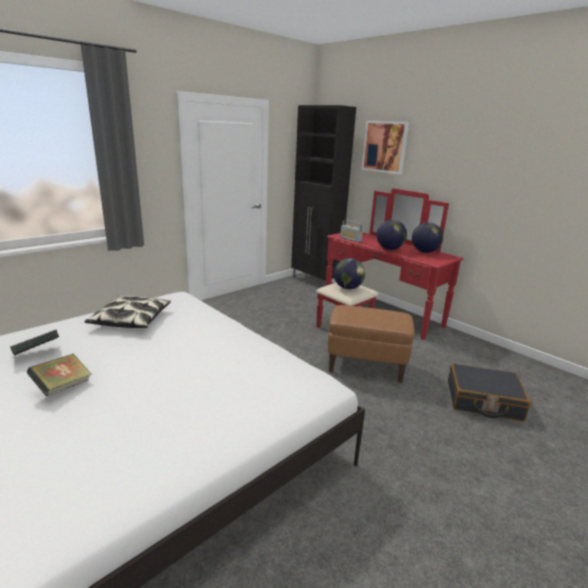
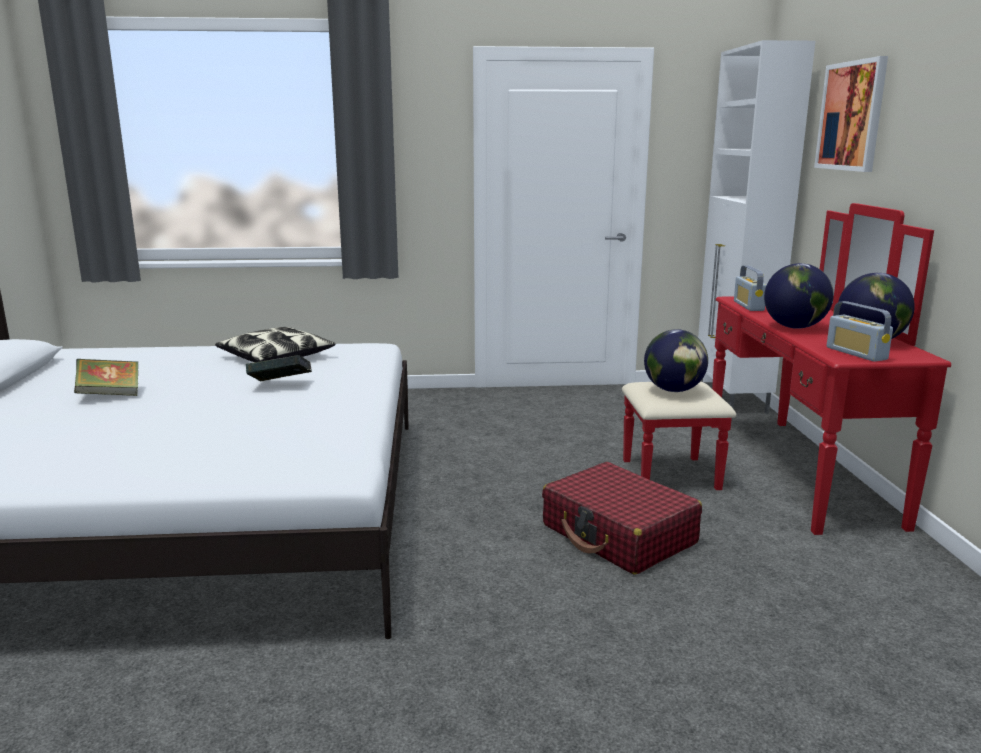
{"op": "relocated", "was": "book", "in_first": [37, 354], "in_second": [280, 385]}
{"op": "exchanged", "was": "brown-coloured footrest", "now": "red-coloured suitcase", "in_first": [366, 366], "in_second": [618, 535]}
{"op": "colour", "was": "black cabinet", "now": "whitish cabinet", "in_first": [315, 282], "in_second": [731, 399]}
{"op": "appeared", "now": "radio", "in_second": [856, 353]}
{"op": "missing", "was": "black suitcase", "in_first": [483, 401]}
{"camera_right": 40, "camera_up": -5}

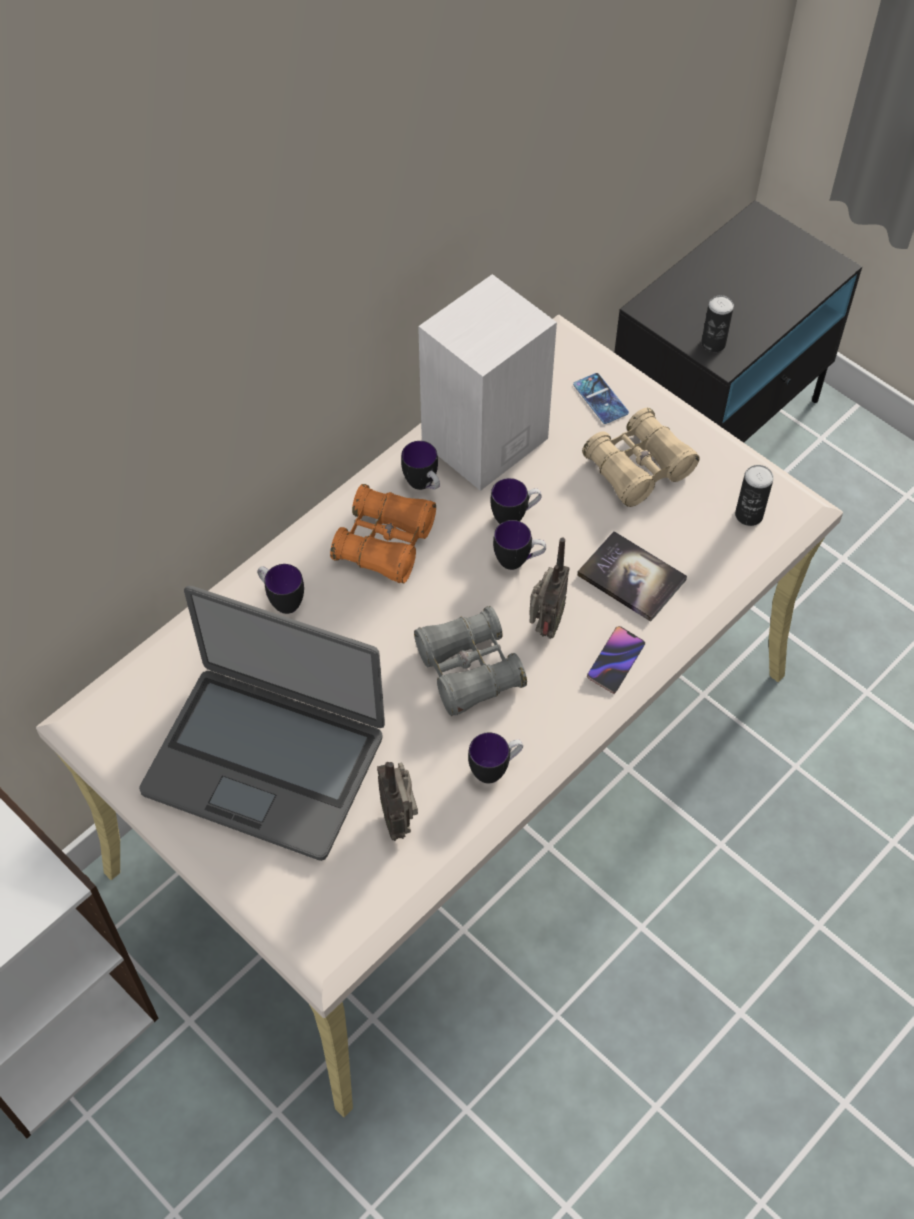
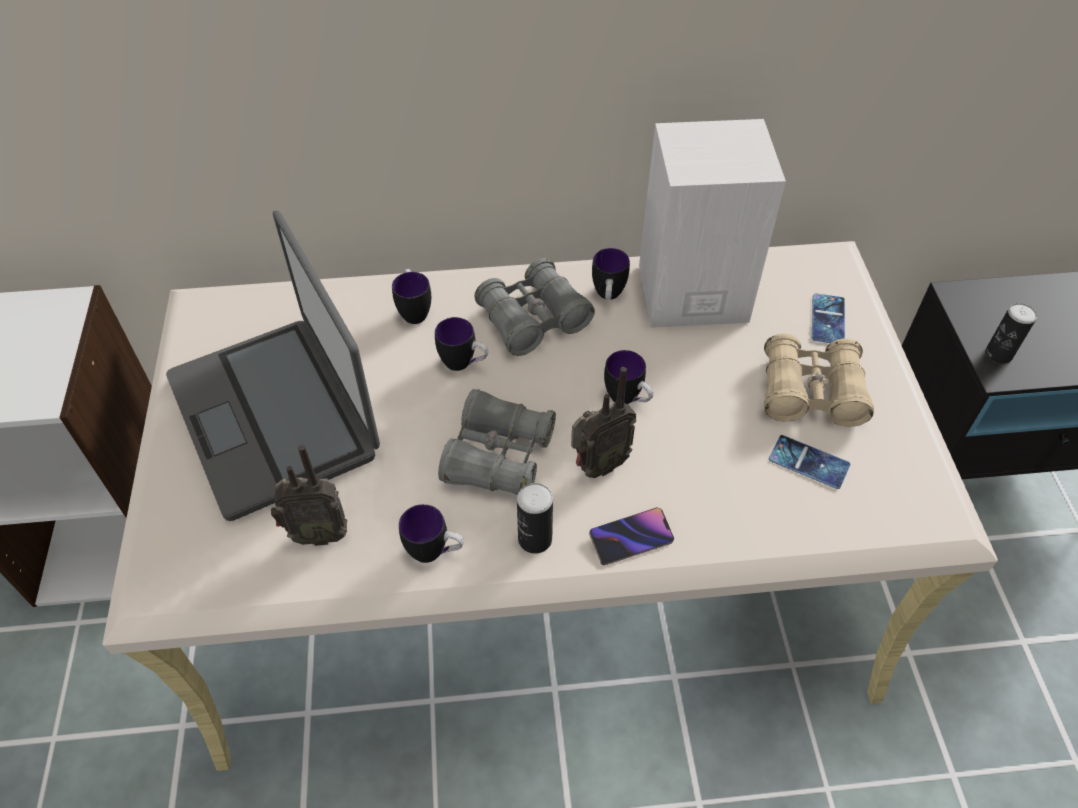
{"op": "spun", "was": "radio", "in_first": [399, 819], "in_second": [318, 533], "clockwise": -120}
{"op": "relocated", "was": "coffee mug", "in_first": [515, 517], "in_second": [464, 364]}
{"op": "colour", "was": "orangey binoculars", "now": "gray binoculars", "in_first": [385, 543], "in_second": [533, 319]}
{"op": "relocated", "was": "can", "in_first": [749, 515], "in_second": [535, 539]}
{"op": "appeared", "now": "phone", "in_second": [809, 462]}
{"op": "missing", "was": "book", "in_first": [631, 577]}
{"camera_right": 40, "camera_up": -5}

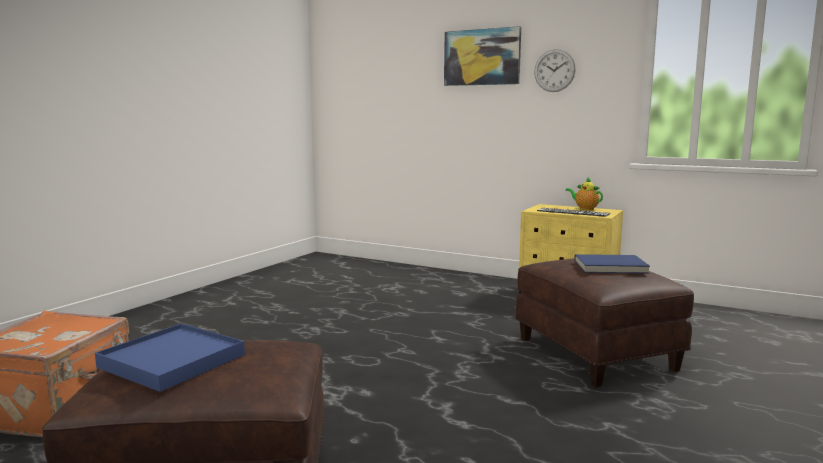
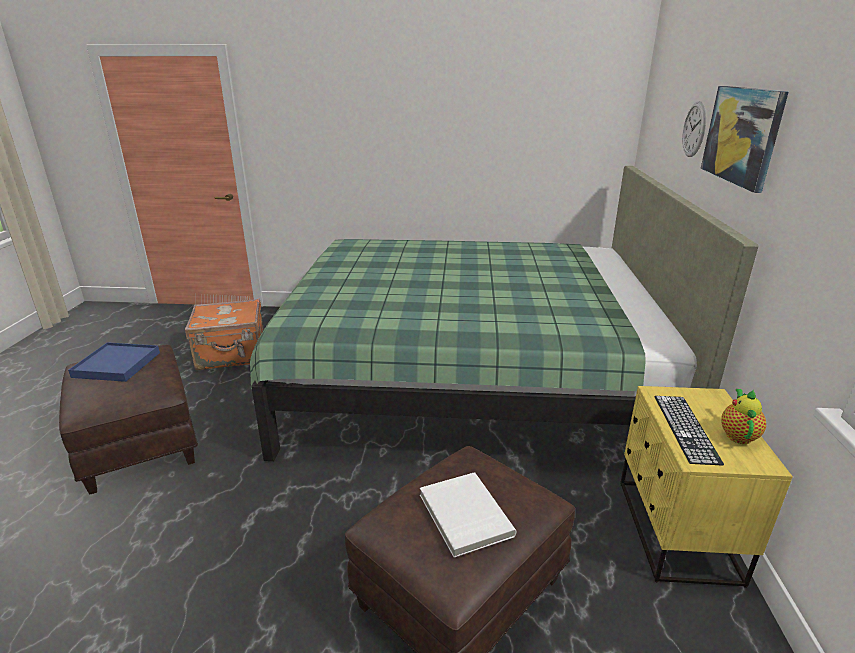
{"op": "appeared", "now": "green bed", "in_second": [470, 375]}
{"op": "colour", "was": "blue-coloured book", "now": "whitish book", "in_first": [610, 267], "in_second": [463, 515]}
{"op": "relocated", "was": "wall clock", "in_first": [554, 70], "in_second": [694, 129]}
{"camera_right": 65, "camera_up": 15}

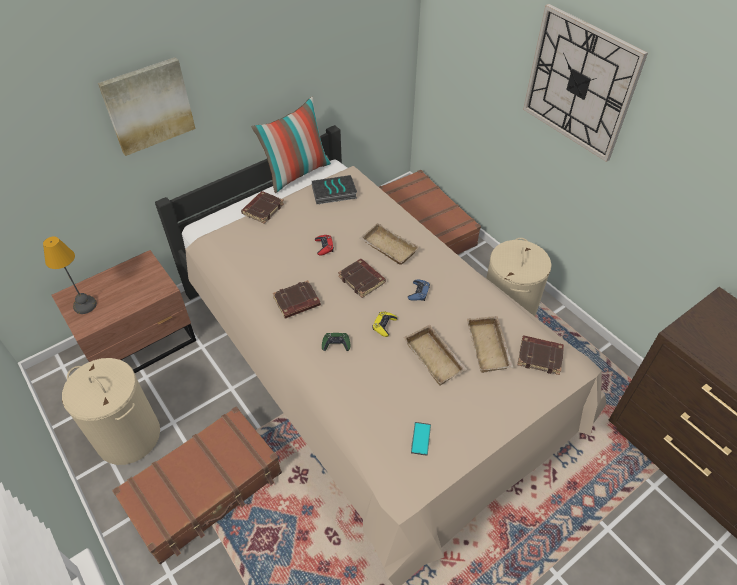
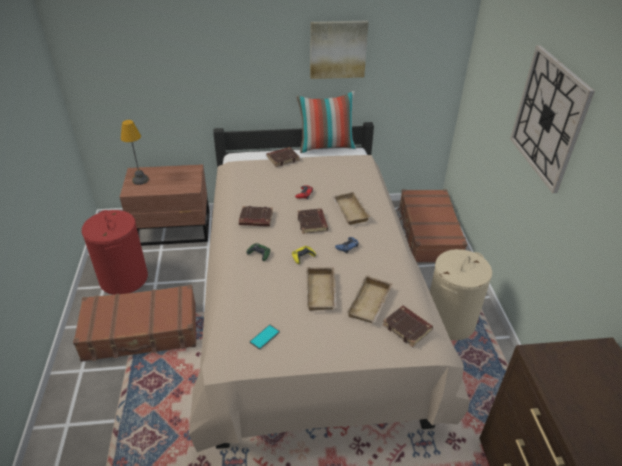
{"op": "colour", "was": "beige-coloured laundry basket", "now": "red-coloured laundry basket", "in_first": [128, 436], "in_second": [123, 278]}
{"op": "relocated", "was": "wall art", "in_first": [148, 105], "in_second": [338, 49]}
{"op": "missing", "was": "book", "in_first": [333, 193]}
{"camera_right": 30, "camera_up": -10}

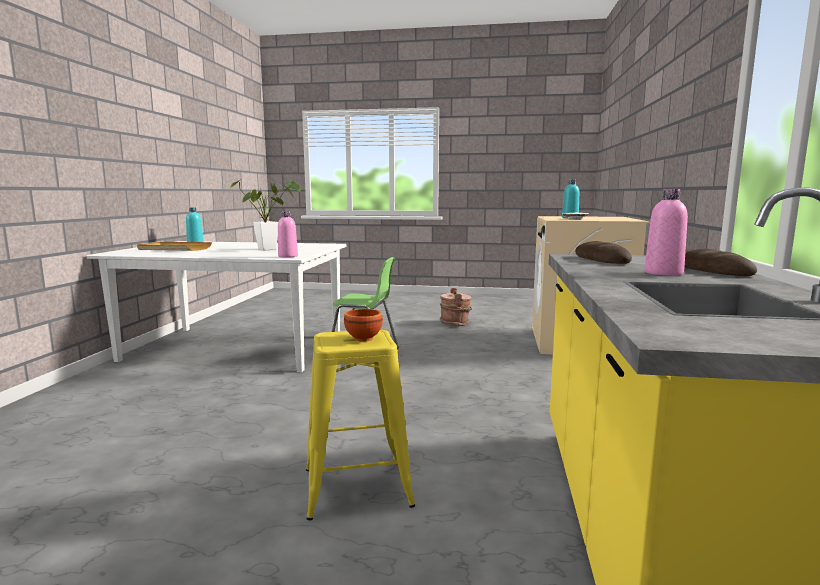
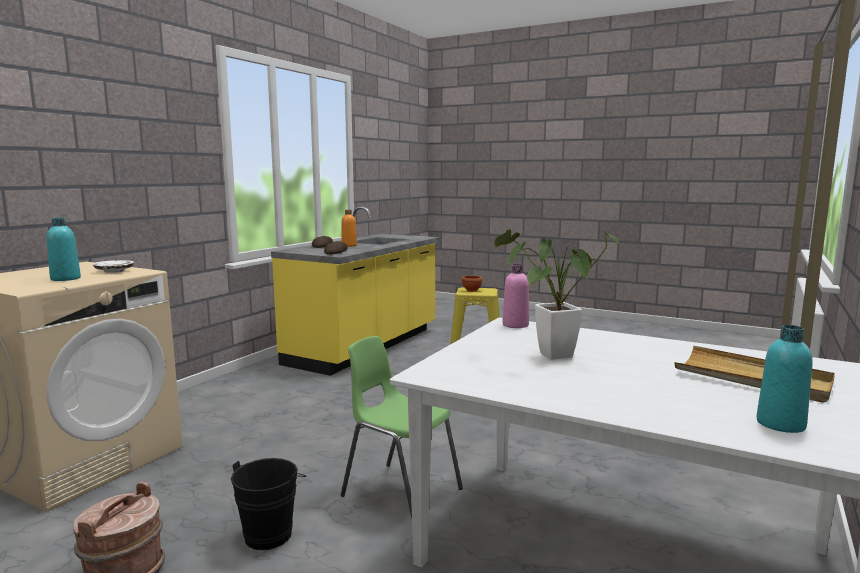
{"op": "appeared", "now": "black bucket", "in_second": [271, 532]}
{"op": "colour", "was": "pinkish beverage bottle", "now": "orangey beverage bottle", "in_first": [663, 273], "in_second": [349, 245]}
{"camera_right": -160, "camera_up": 0}

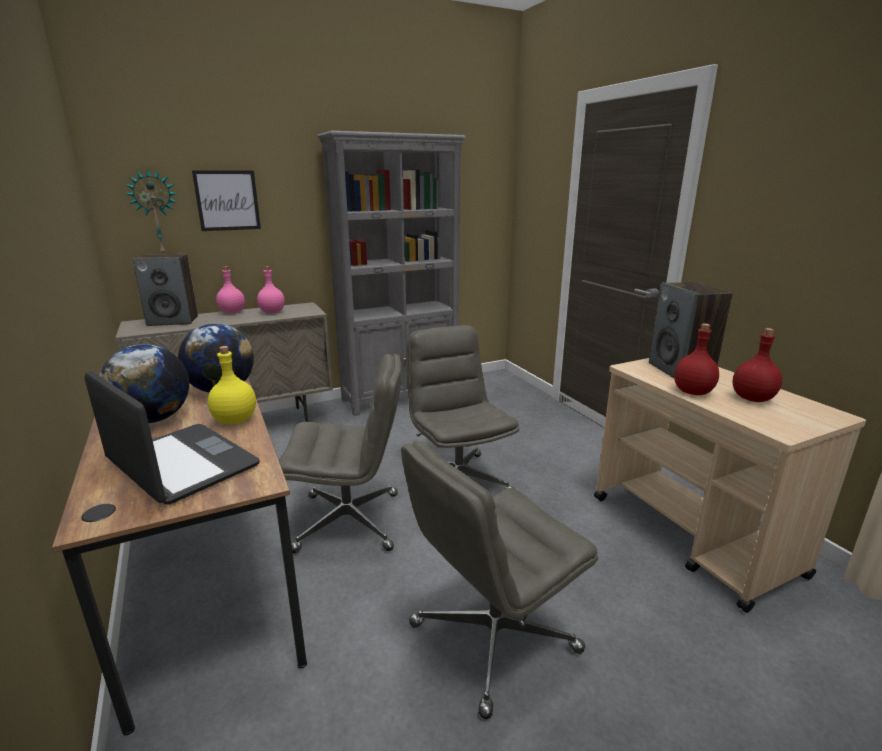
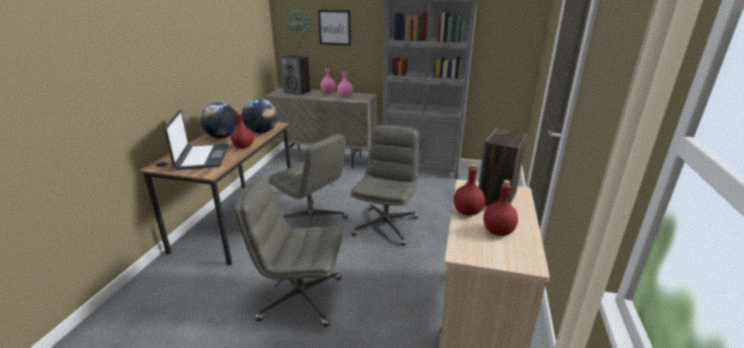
{"op": "colour", "was": "yellow-coloured beverage bottle", "now": "red-coloured beverage bottle", "in_first": [235, 420], "in_second": [244, 146]}
{"camera_right": 40, "camera_up": 5}

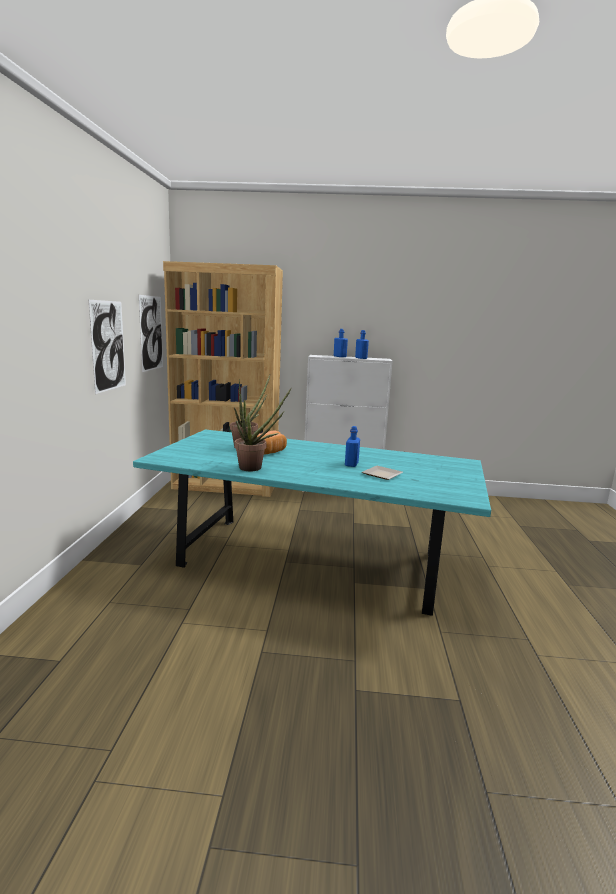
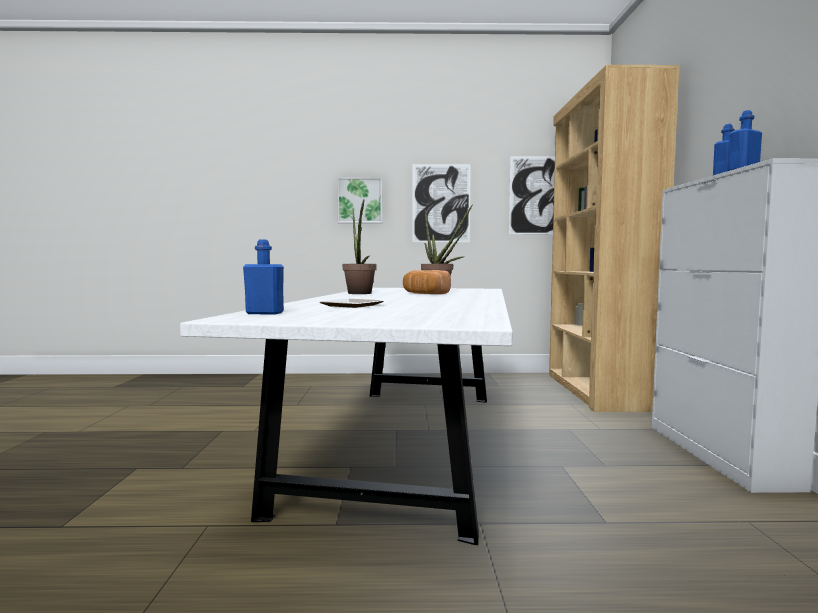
{"op": "colour", "was": "blue-green dinner table", "now": "whitish dinner table", "in_first": [311, 560], "in_second": [406, 441]}
{"op": "relocated", "was": "blue-coloured beverage bottle", "in_first": [351, 464], "in_second": [264, 313]}
{"op": "appeared", "now": "wall art", "in_second": [360, 200]}
{"camera_right": 85, "camera_up": -10}

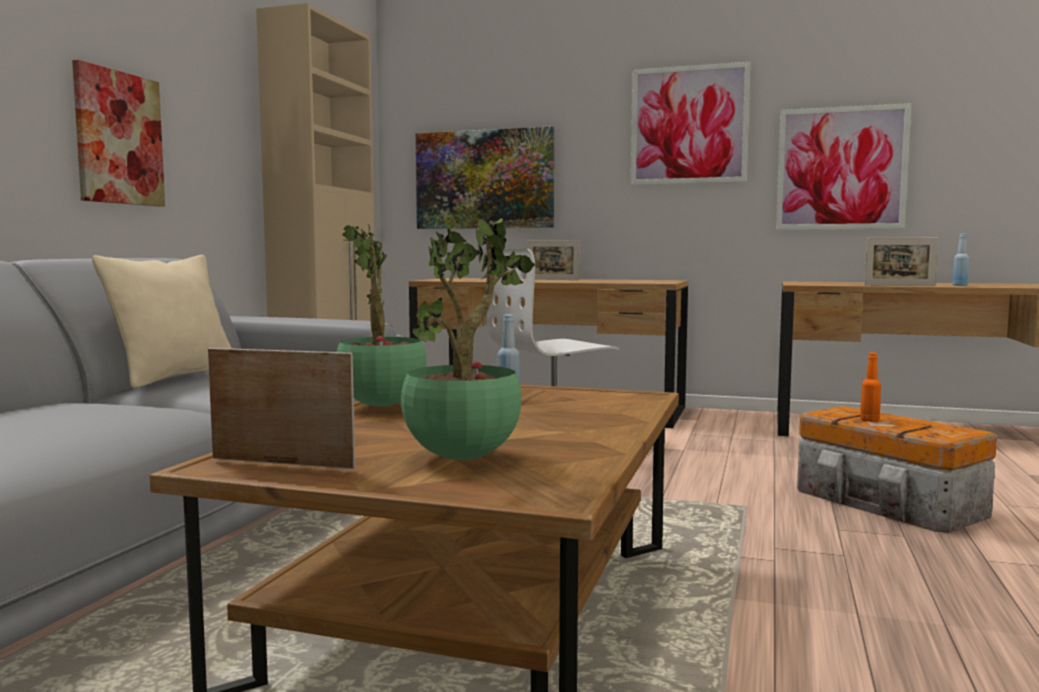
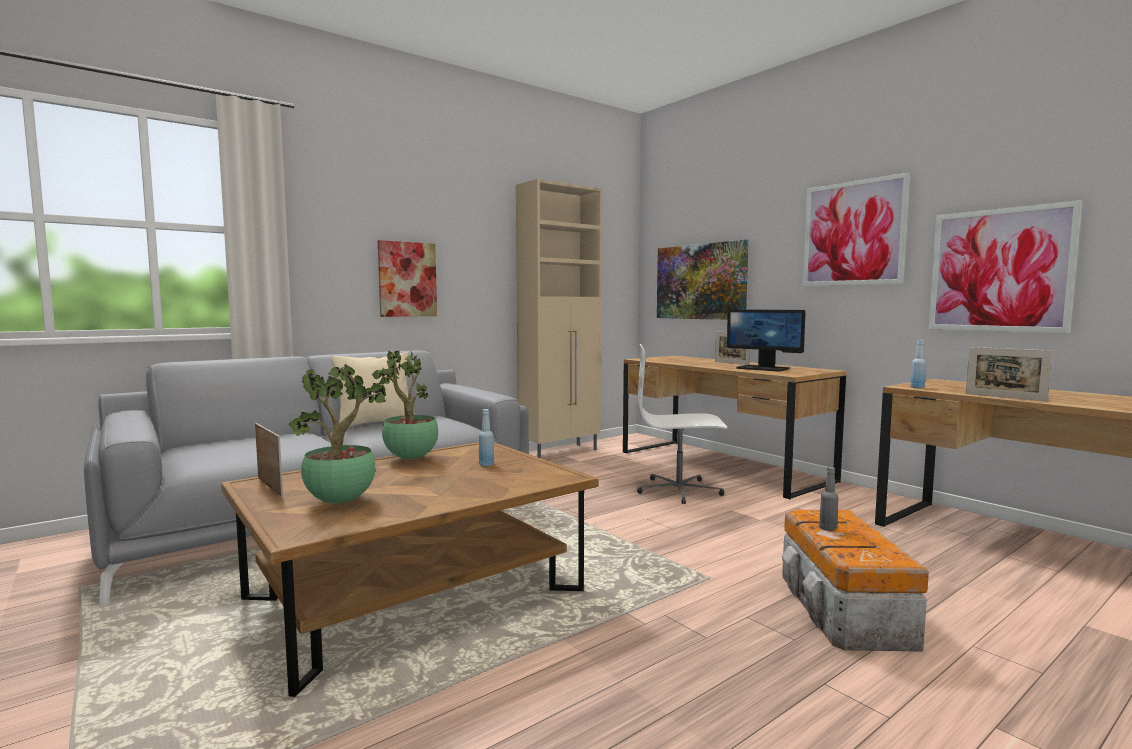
{"op": "appeared", "now": "computer screen", "in_second": [763, 368]}
{"op": "colour", "was": "orangey beverage bottle", "now": "gray beverage bottle", "in_first": [869, 420], "in_second": [828, 528]}
{"op": "relocated", "was": "blue-coloured beverage bottle", "in_first": [959, 285], "in_second": [917, 387]}
{"camera_right": 35, "camera_up": 0}

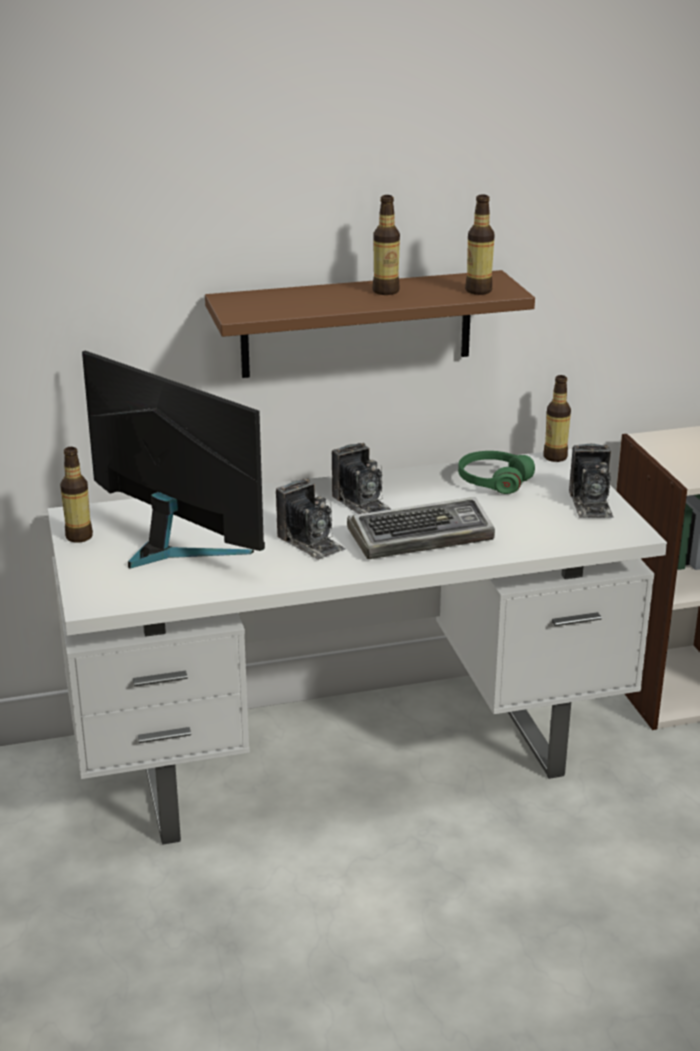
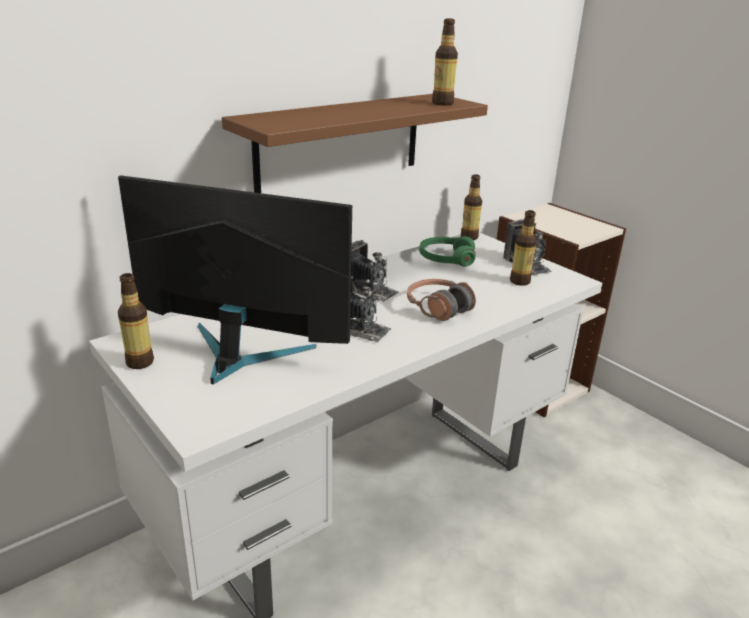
{"op": "exchanged", "was": "keyboard", "now": "headphones", "in_first": [422, 537], "in_second": [438, 308]}
{"op": "relocated", "was": "beverage bottle", "in_first": [386, 291], "in_second": [520, 281]}
{"camera_right": -25, "camera_up": 0}

